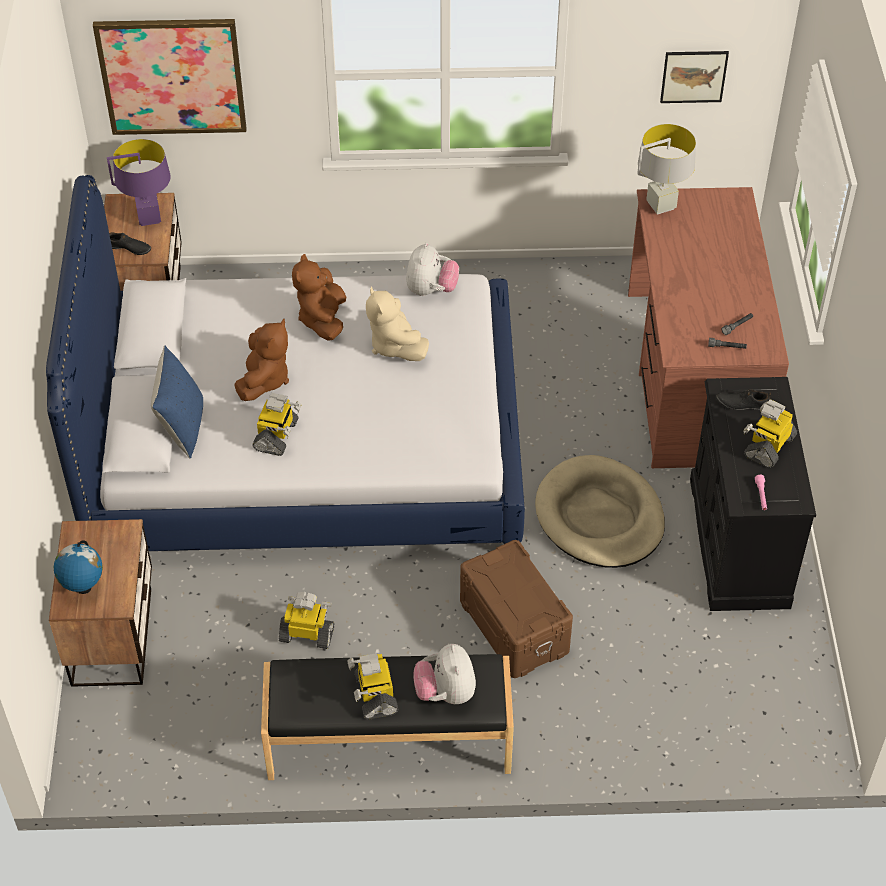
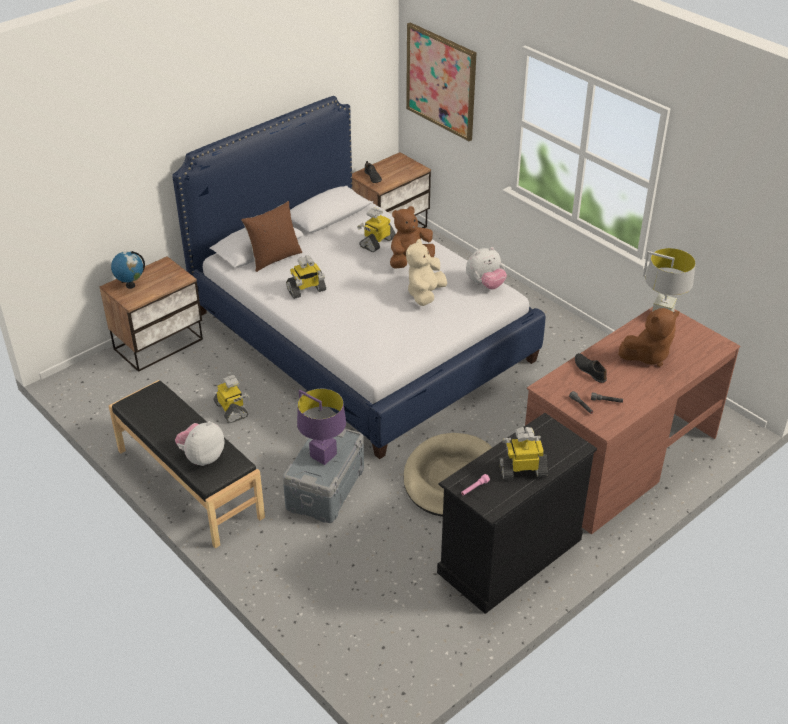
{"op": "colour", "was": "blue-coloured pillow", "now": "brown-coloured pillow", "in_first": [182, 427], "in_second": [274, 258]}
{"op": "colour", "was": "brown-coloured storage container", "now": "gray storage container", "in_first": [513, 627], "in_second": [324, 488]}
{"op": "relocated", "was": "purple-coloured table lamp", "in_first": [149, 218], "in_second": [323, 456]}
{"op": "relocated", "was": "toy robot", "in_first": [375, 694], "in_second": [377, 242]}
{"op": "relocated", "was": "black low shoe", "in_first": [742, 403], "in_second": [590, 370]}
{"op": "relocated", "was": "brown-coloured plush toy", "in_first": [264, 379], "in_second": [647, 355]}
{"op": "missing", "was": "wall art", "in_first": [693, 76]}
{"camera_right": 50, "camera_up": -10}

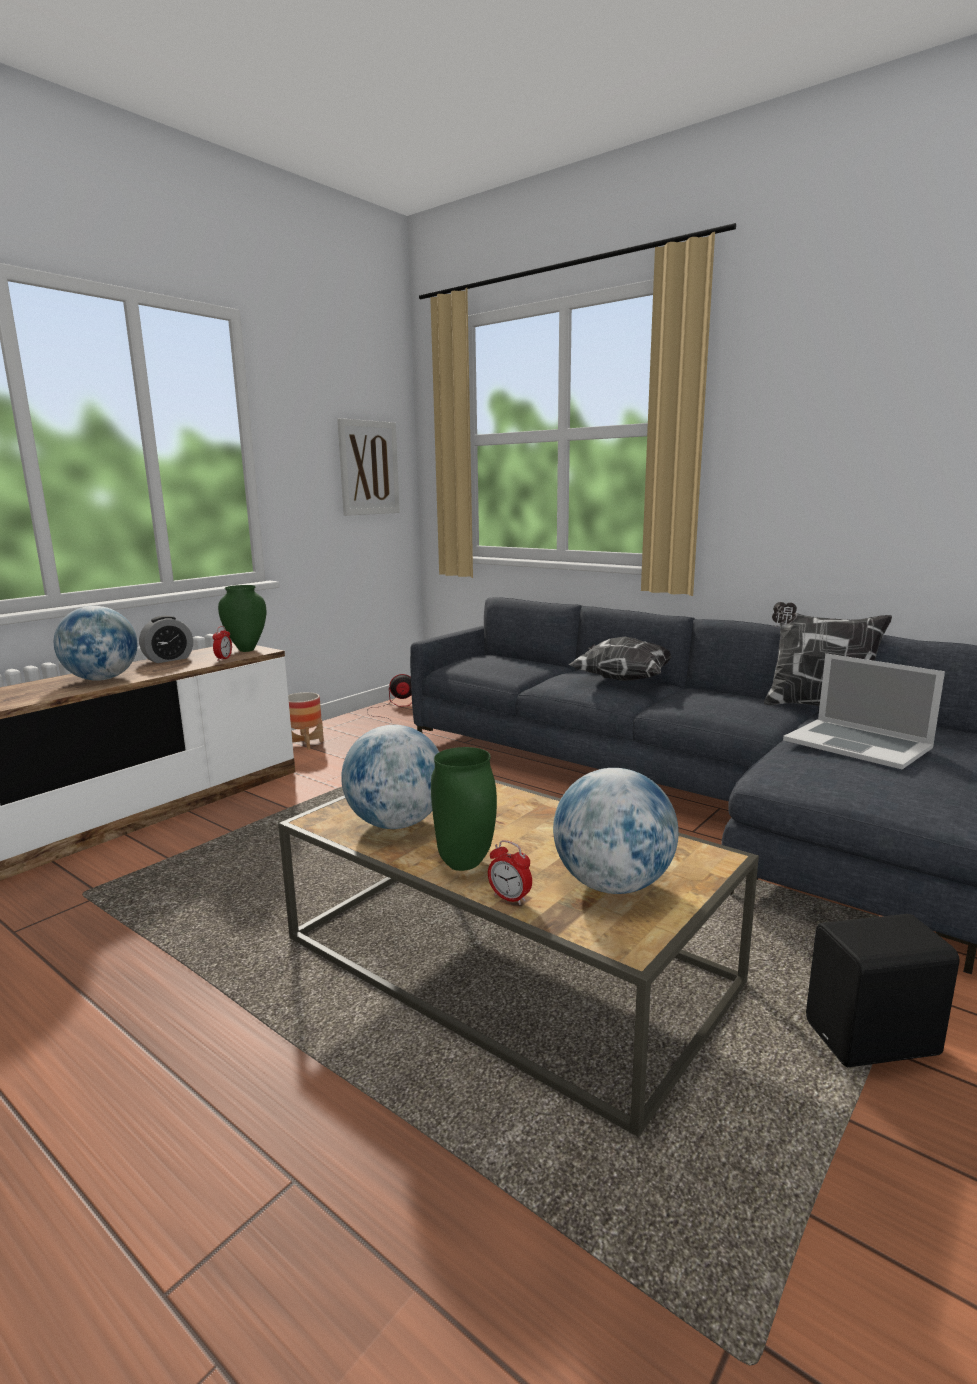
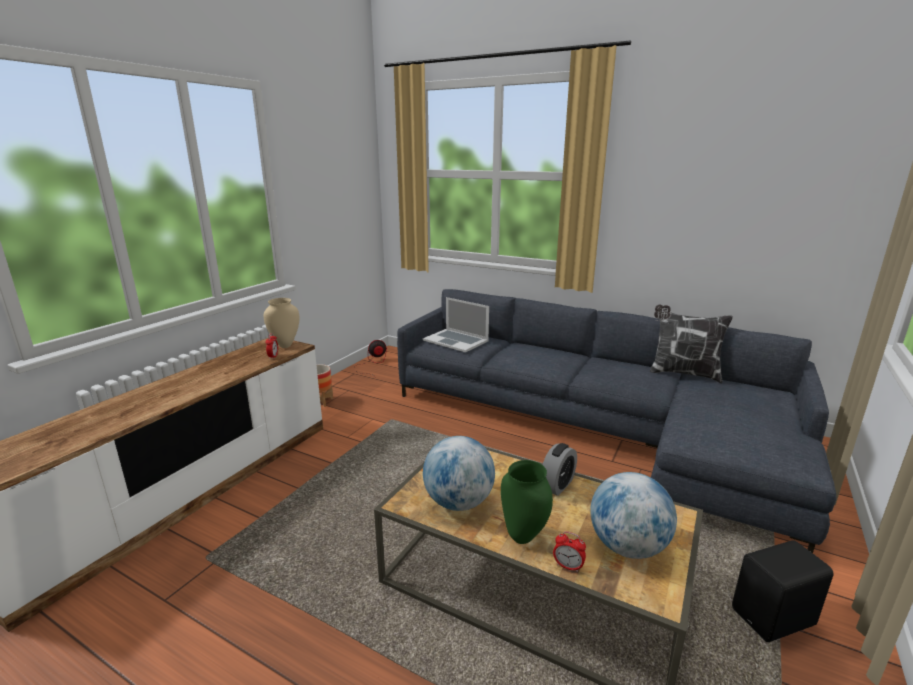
{"op": "colour", "was": "green vase", "now": "beige-coloured vase", "in_first": [247, 649], "in_second": [285, 345]}
{"op": "relocated", "was": "laptop", "in_first": [857, 743], "in_second": [456, 340]}
{"op": "relocated", "was": "bedside clock", "in_first": [168, 659], "in_second": [557, 485]}
{"op": "missing", "was": "globe", "in_first": [102, 679]}
{"op": "missing", "was": "wall art", "in_first": [369, 468]}
{"op": "missing", "was": "pillow", "in_first": [622, 680]}
{"camera_right": -10, "camera_up": 5}

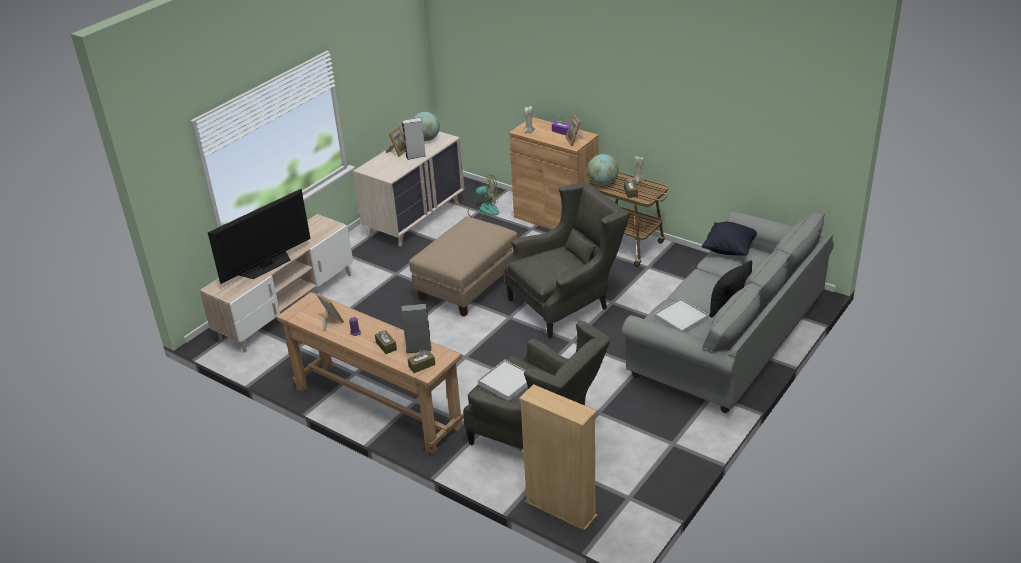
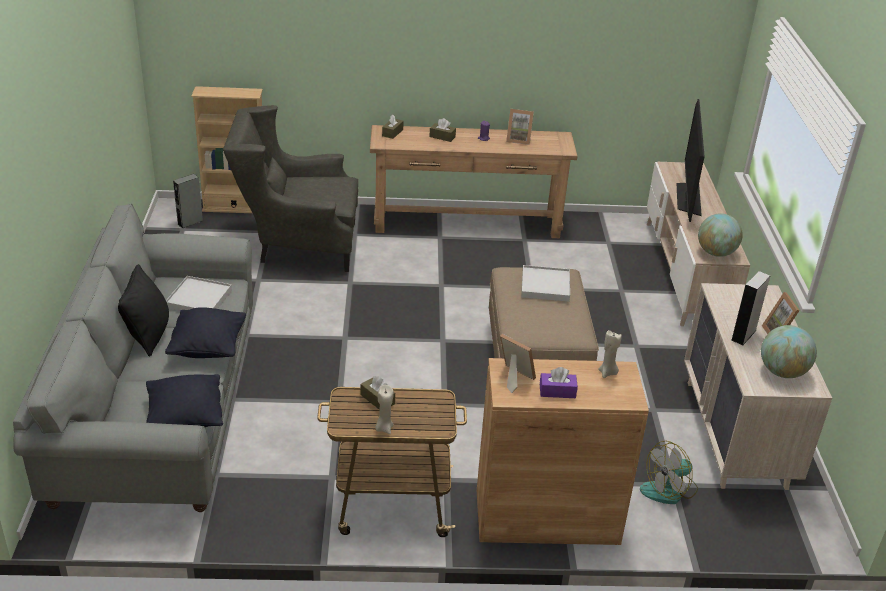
{"op": "appeared", "now": "black pillow", "in_second": [208, 348]}
{"op": "relocated", "was": "gray speaker", "in_first": [418, 349], "in_second": [190, 222]}
{"op": "relocated", "was": "whitish serving tray", "in_first": [506, 382], "in_second": [545, 286]}
{"op": "relocated", "was": "globe", "in_first": [603, 183], "in_second": [716, 253]}
{"op": "missing", "was": "gray lounge chair", "in_first": [567, 303]}
{"camera_right": 140, "camera_up": 0}

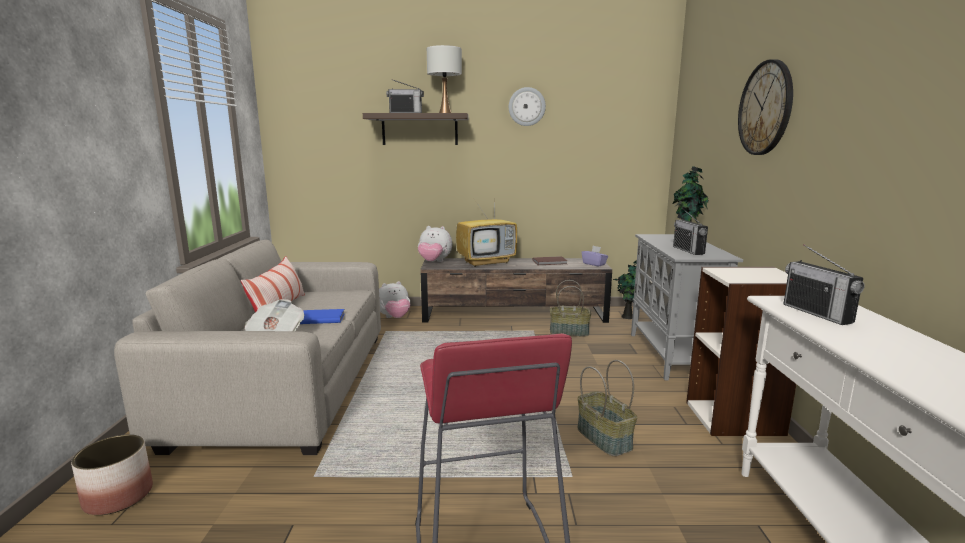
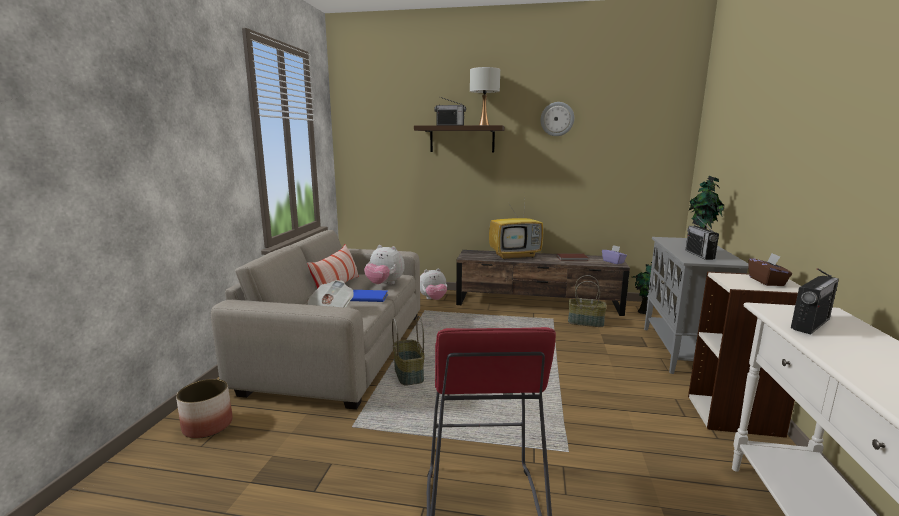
{"op": "relocated", "was": "plush toy", "in_first": [434, 262], "in_second": [384, 284]}
{"op": "relocated", "was": "household basket", "in_first": [605, 438], "in_second": [409, 374]}
{"op": "appeared", "now": "brown-coloured box of tissues", "in_second": [767, 281]}
{"op": "spun", "was": "radio", "in_first": [817, 313], "in_second": [810, 324], "clockwise": -120}
{"op": "missing", "was": "wall clock", "in_first": [765, 108]}
{"camera_right": 10, "camera_up": 0}

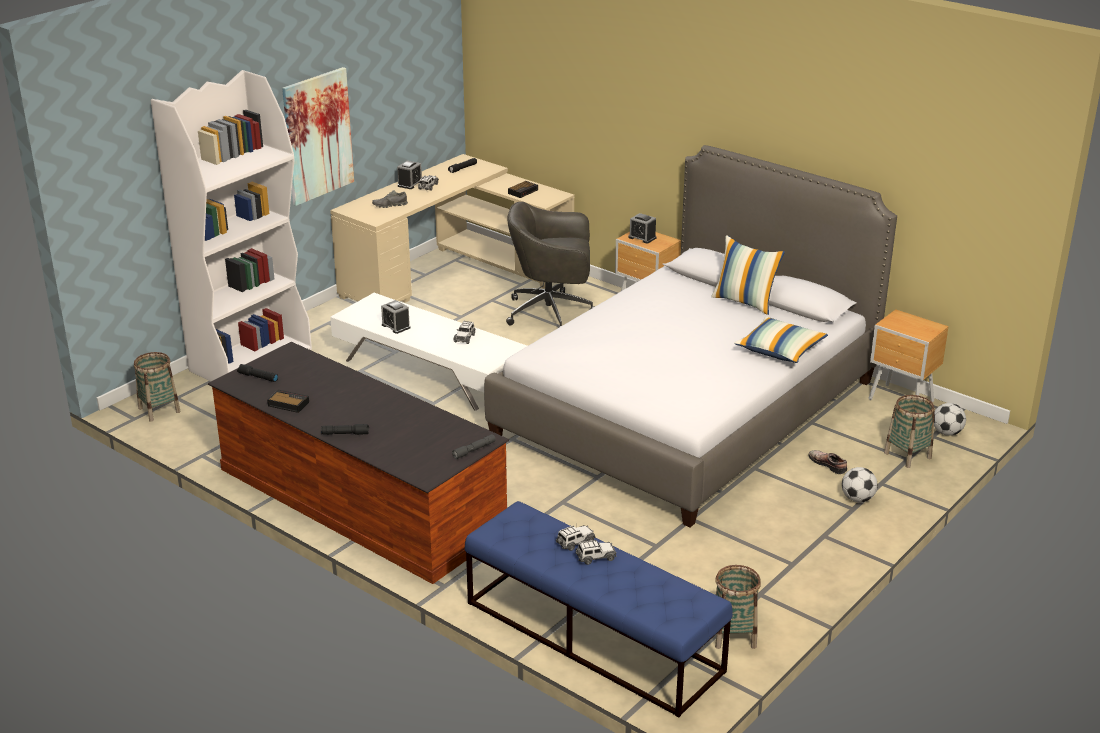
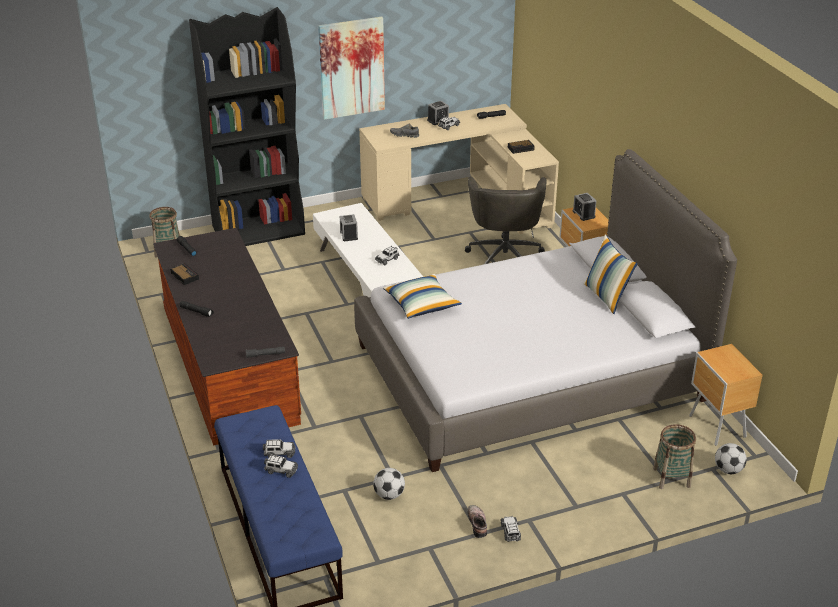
{"op": "colour", "was": "whitish bookcase", "now": "black bookcase", "in_first": [251, 359], "in_second": [259, 230]}
{"op": "relocated", "was": "football", "in_first": [857, 499], "in_second": [389, 495]}
{"op": "relocated", "was": "pillow", "in_first": [780, 350], "in_second": [421, 305]}
{"op": "spun", "was": "gray computer chair", "in_first": [552, 313], "in_second": [504, 256], "clockwise": -120}
{"op": "relocated", "was": "low shoe", "in_first": [828, 464], "in_second": [478, 523]}
{"op": "appeared", "now": "model car", "in_second": [510, 532]}
{"op": "missing", "was": "household basket", "in_first": [733, 635]}
{"camera_right": 30, "camera_up": 5}

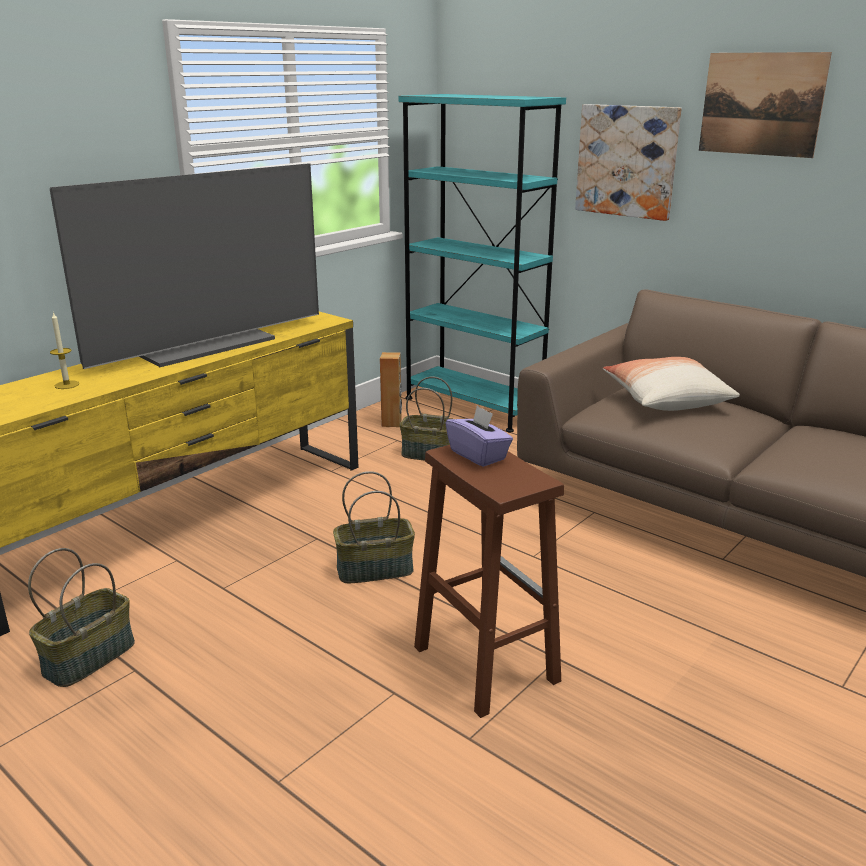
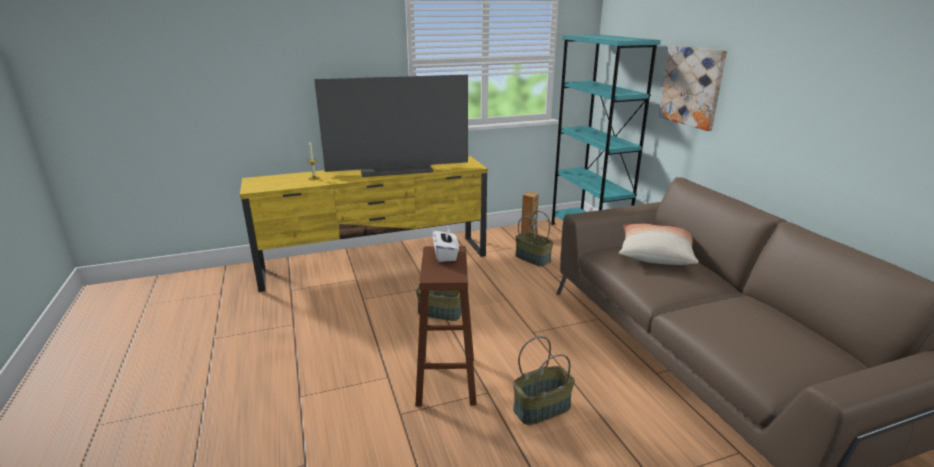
{"op": "colour", "was": "purple-coloured box of tissues", "now": "whitish box of tissues", "in_first": [478, 455], "in_second": [446, 255]}
{"op": "relocated", "was": "household basket", "in_first": [89, 657], "in_second": [542, 407]}
{"op": "missing", "was": "wall art", "in_first": [761, 104]}
{"camera_right": 30, "camera_up": 0}

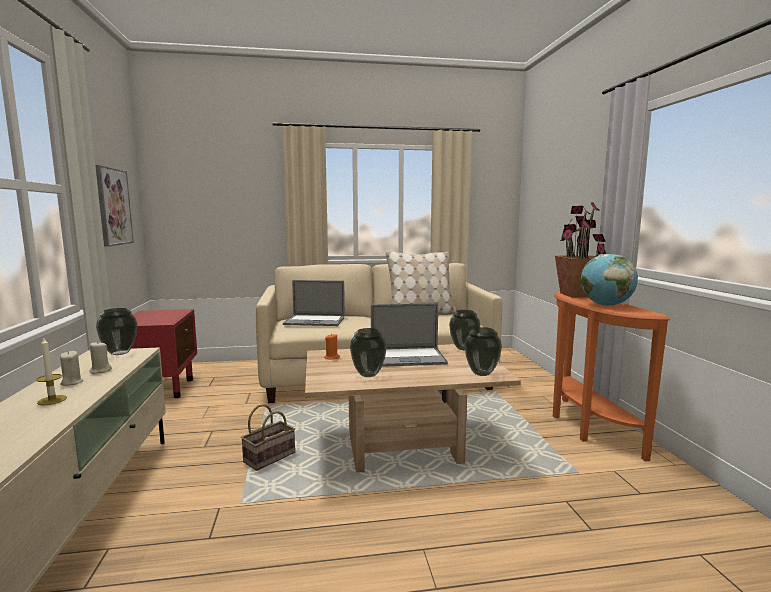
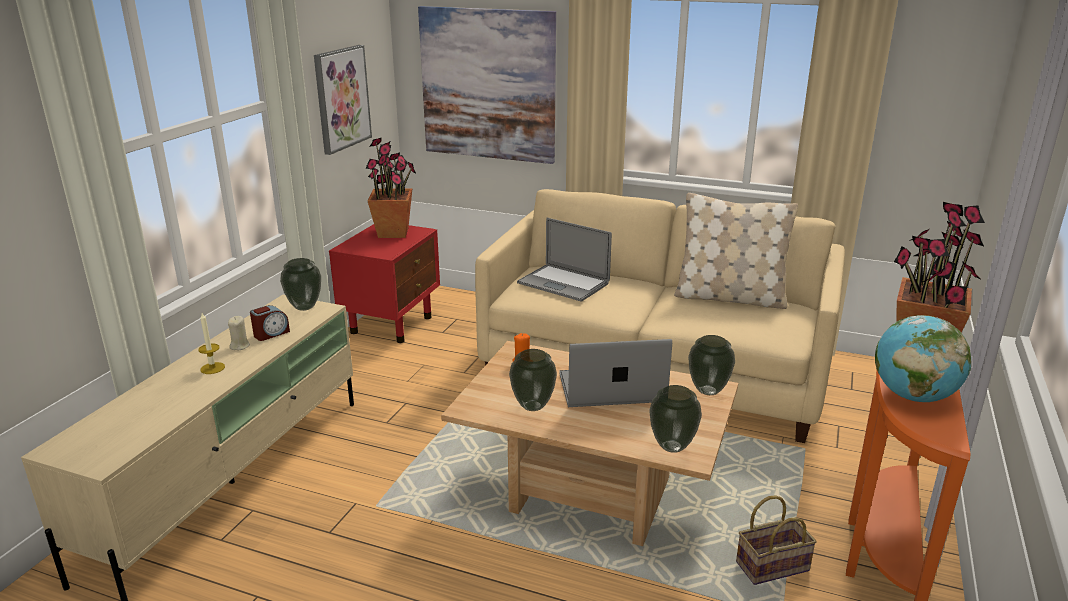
{"op": "exchanged", "was": "beige-coloured wax light", "now": "bedside clock", "in_first": [100, 371], "in_second": [271, 334]}
{"op": "appeared", "now": "houseplant", "in_second": [394, 233]}
{"op": "appeared", "now": "wall art", "in_second": [488, 85]}
{"op": "spun", "was": "laptop", "in_first": [407, 357], "in_second": [611, 388], "clockwise": 150}
{"op": "relocated", "was": "household basket", "in_first": [270, 457], "in_second": [773, 565]}
{"camera_right": 30, "camera_up": 15}

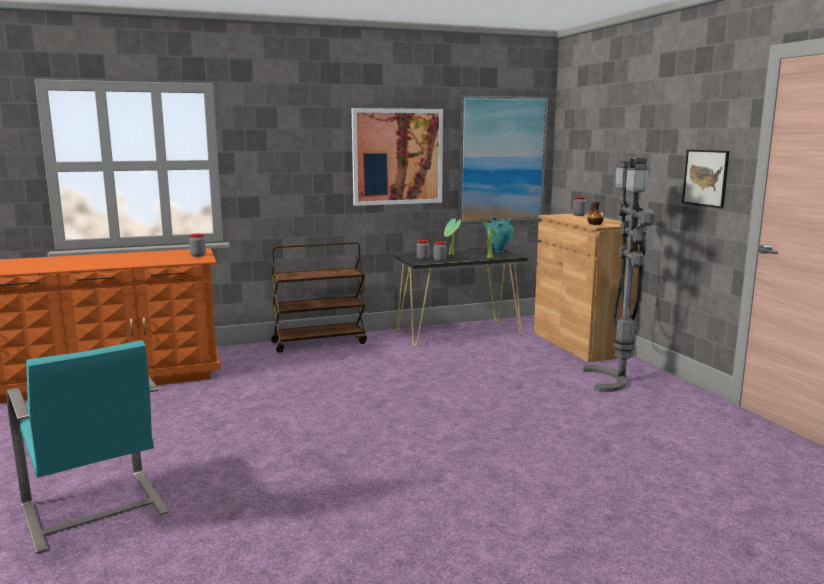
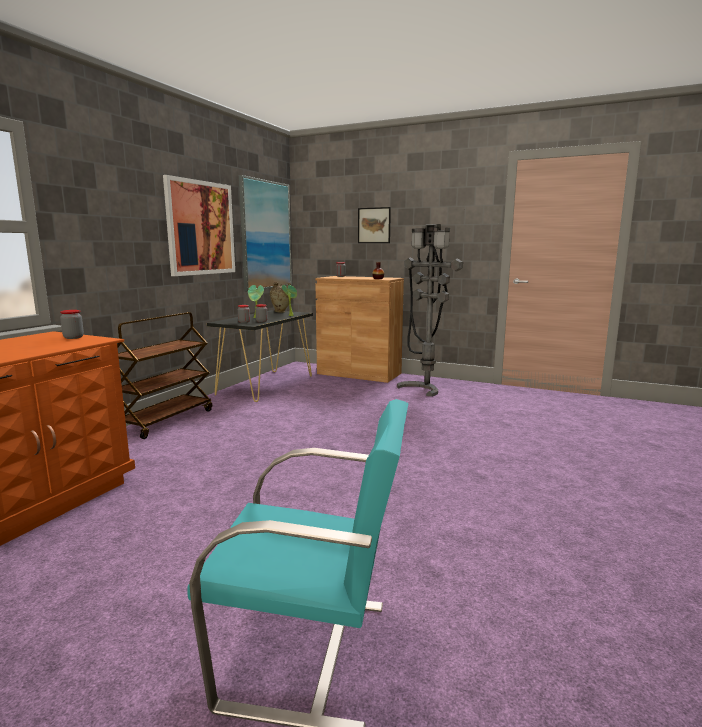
{"op": "colour", "was": "blue-green vase", "now": "beige-coloured vase", "in_first": [499, 252], "in_second": [281, 312]}
{"op": "relocated", "was": "wall art", "in_first": [705, 178], "in_second": [374, 225]}
{"camera_right": -45, "camera_up": 0}

